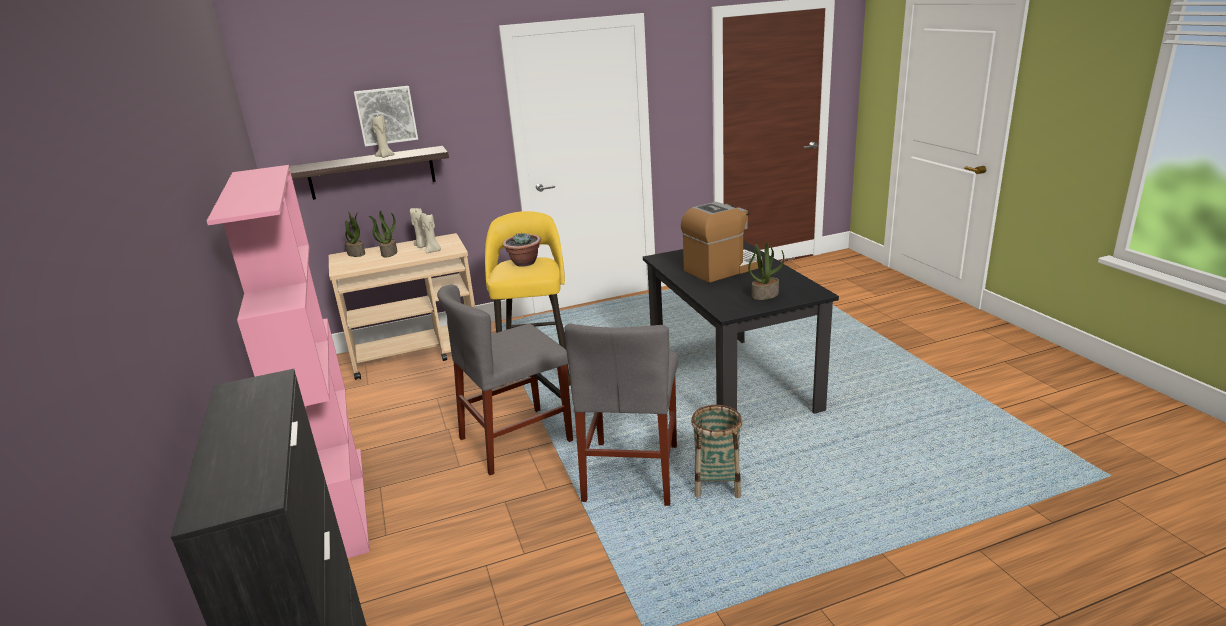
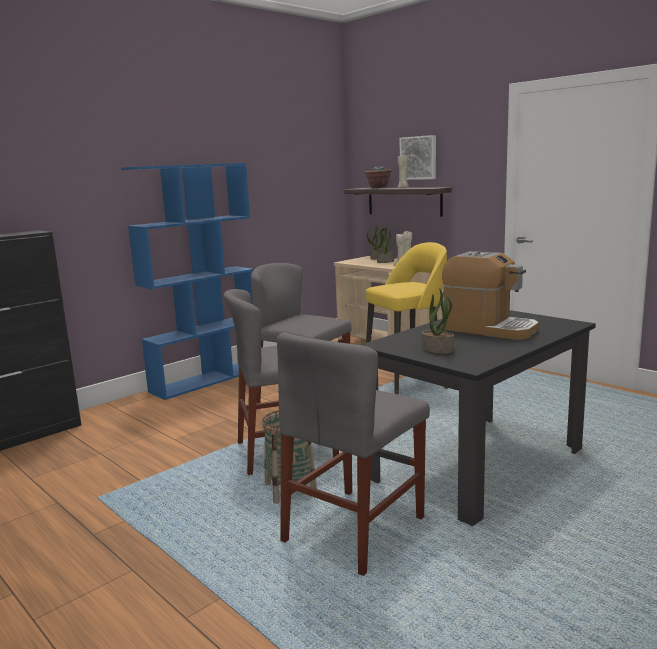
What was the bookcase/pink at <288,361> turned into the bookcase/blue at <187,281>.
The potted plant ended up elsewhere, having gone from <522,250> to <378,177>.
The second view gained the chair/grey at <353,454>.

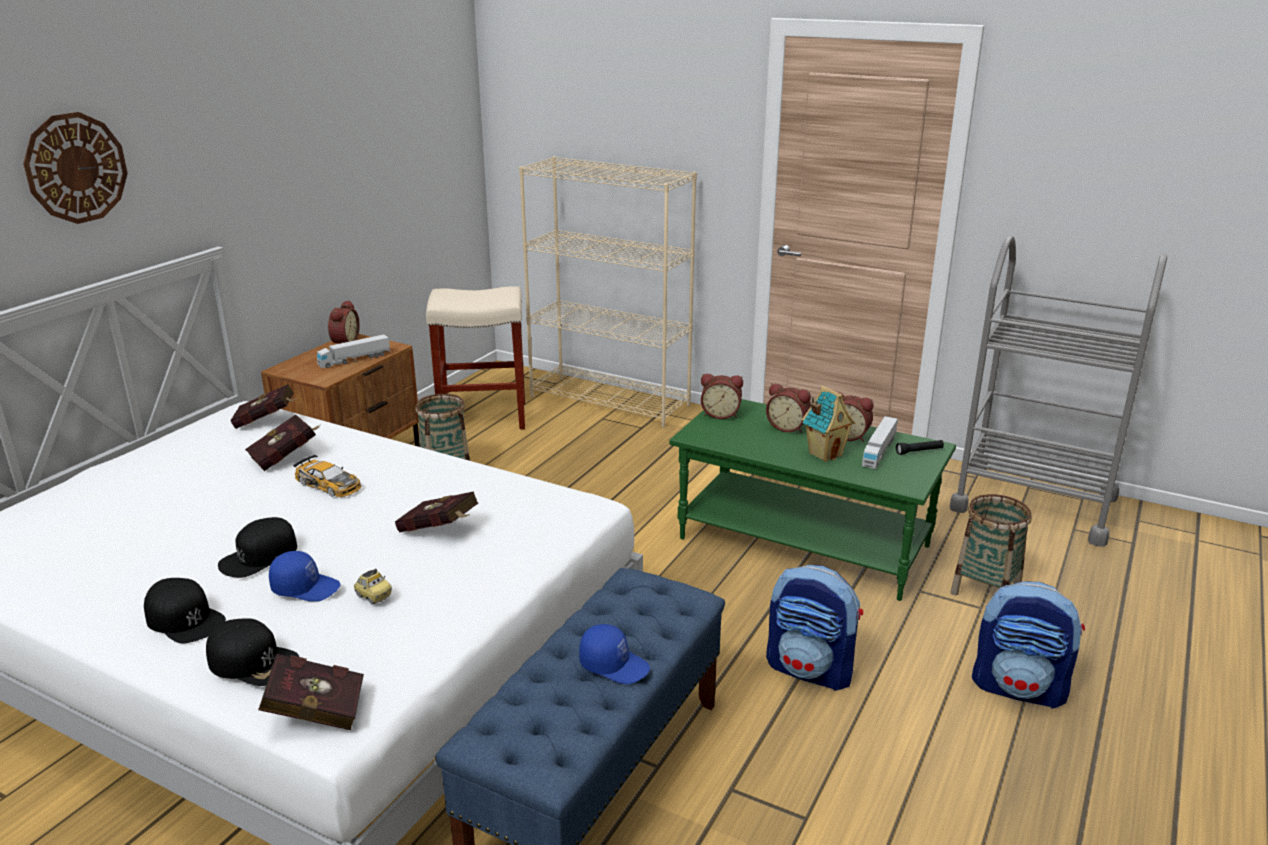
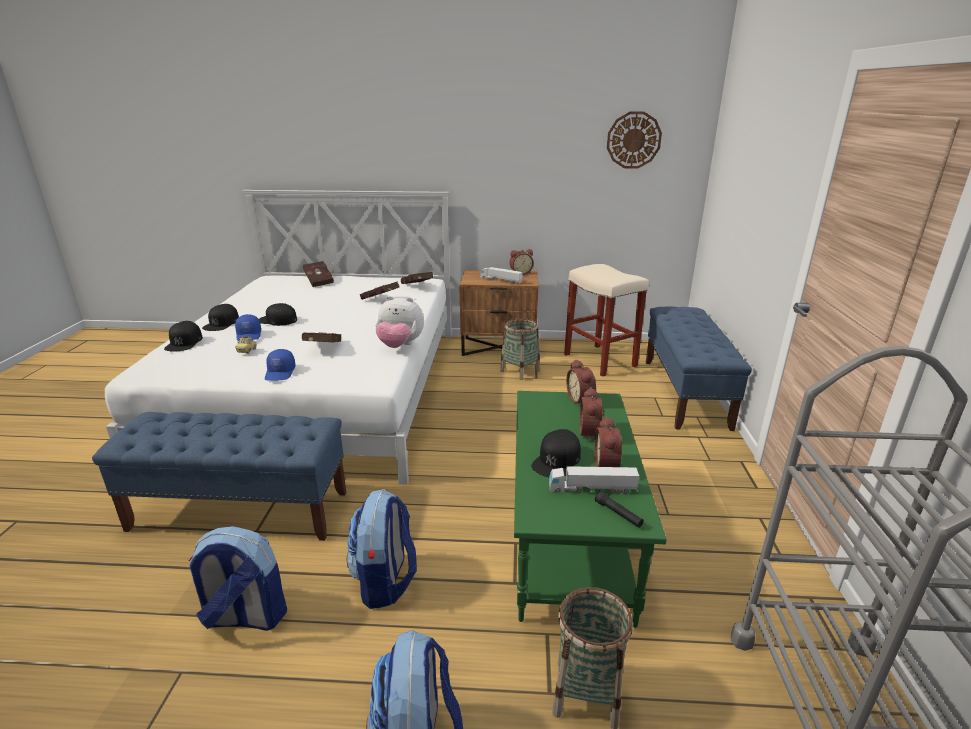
The wall clock ended up elsewhere, having gone from <75,168> to <634,140>.
Where the bookcase/beige stood at <608,292>, the bench/blue came to stand at <699,368>.
Where the toy house stood at <828,423>, the cap/black came to stand at <556,453>.
The second view lost the toy car at <327,476>.
The cap/blue ended up elsewhere, having gone from <614,654> to <280,365>.
The book/red ended up elsewhere, having gone from <307,692> to <318,274>.
The second view gained the plush toy at <400,322>.
The second view gained the backpack at <238,578>.

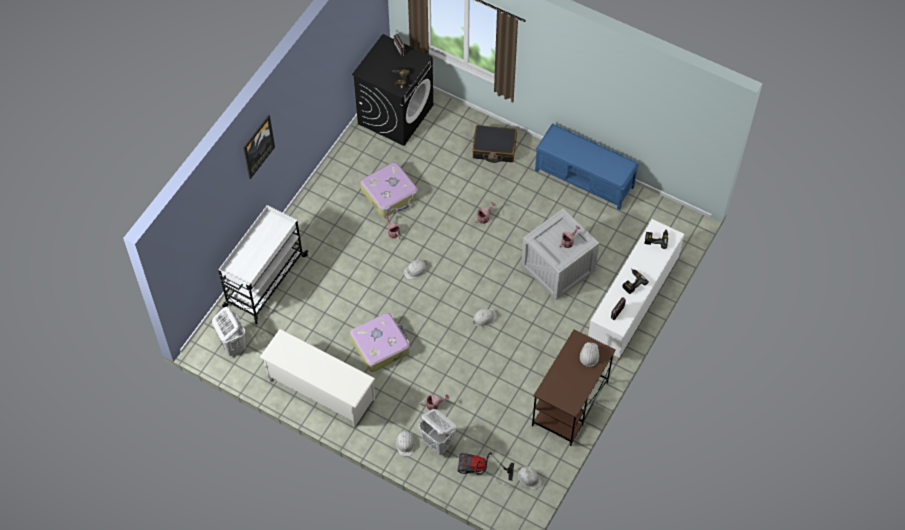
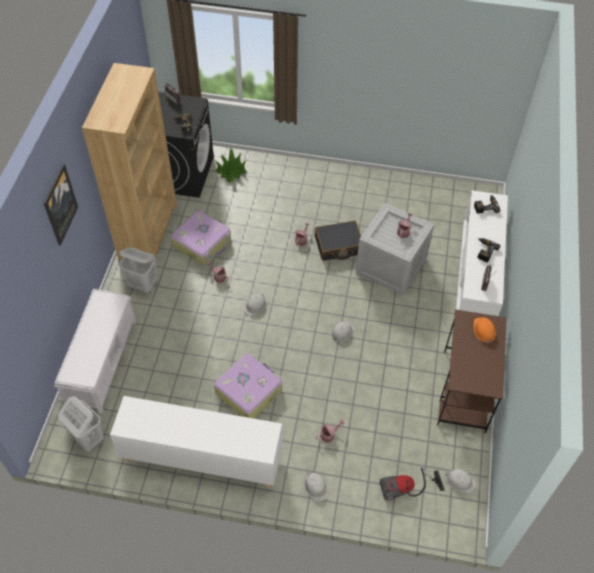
The second view lost the bench/blue at <587,166>.
The suitcase/black ended up elsewhere, having gone from <494,144> to <338,241>.
Where the cart/white stood at <263,264>, the bench/white came to stand at <95,351>.
Where the shoe rack/white stood at <317,378>, the cabinet/white came to stand at <196,442>.
What was the hard hat/white at <589,355> turned into the hard hat/orange at <485,330>.
The laundry basket/white ended up elsewhere, having gone from <437,432> to <138,270>.
The second view gained the bookcase/brown at <129,164>.
The second view gained the potted plant at <231,165>.

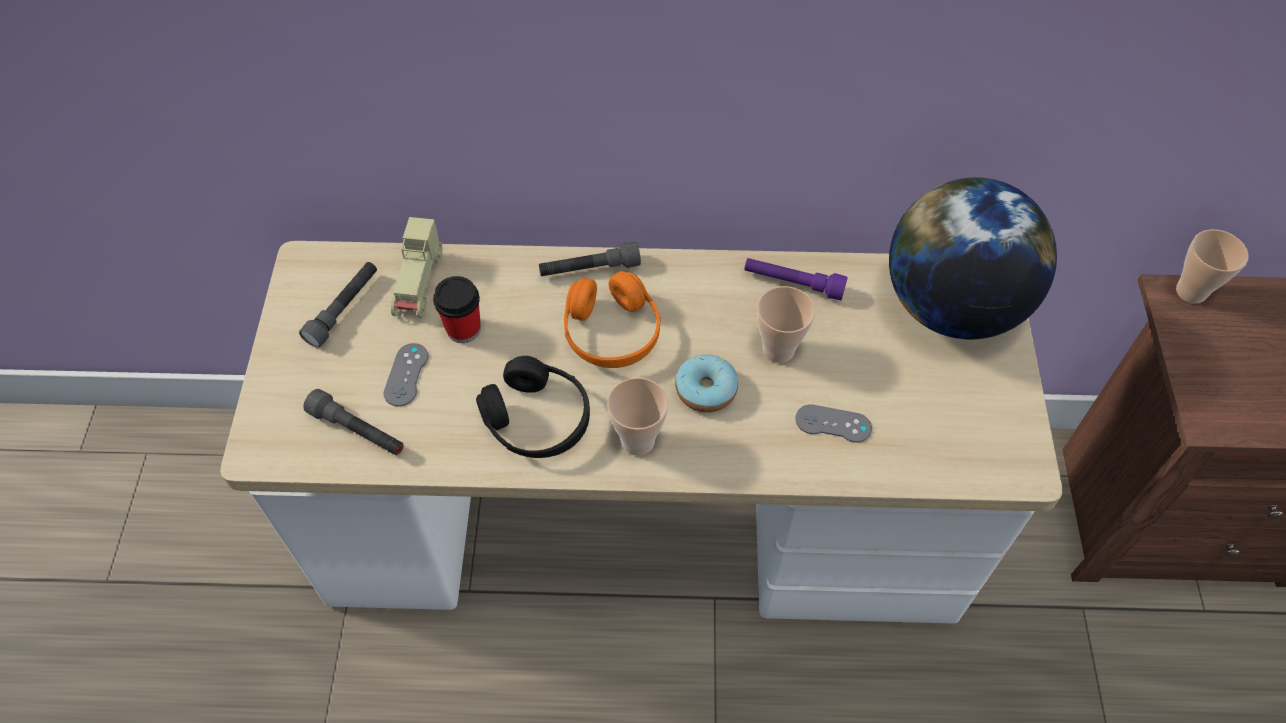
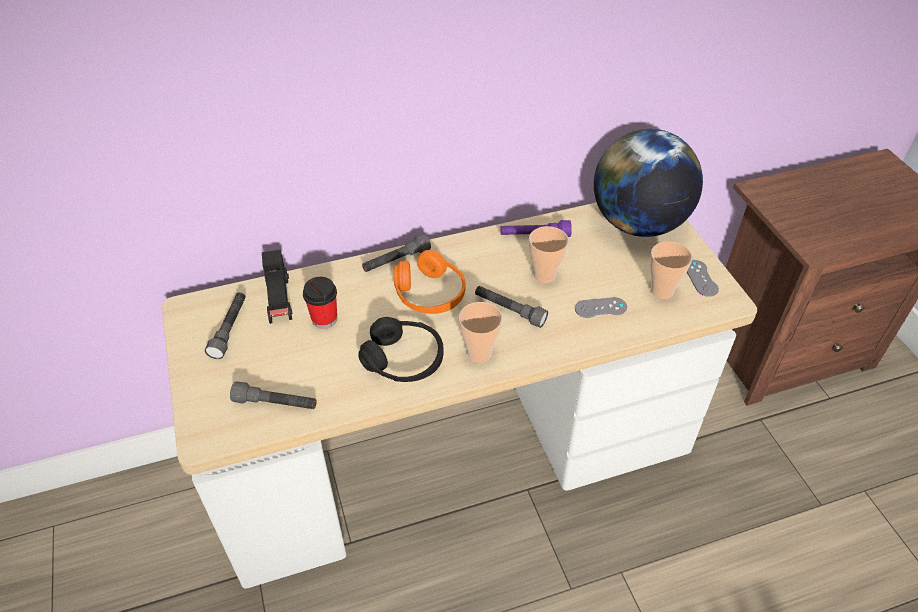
What was the toy car/beige at <416,267> turned into the toy car/black at <277,287>.
The cup ended up elsewhere, having gone from <1212,266> to <671,270>.
The game controller/grey ended up elsewhere, having gone from <405,374> to <703,278>.
Where the donut stood at <706,383>, the flashlight/grey came to stand at <511,307>.

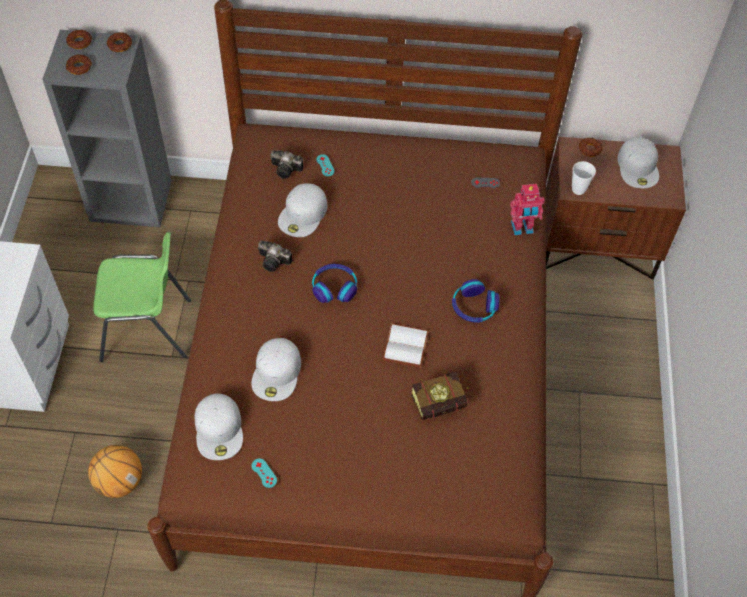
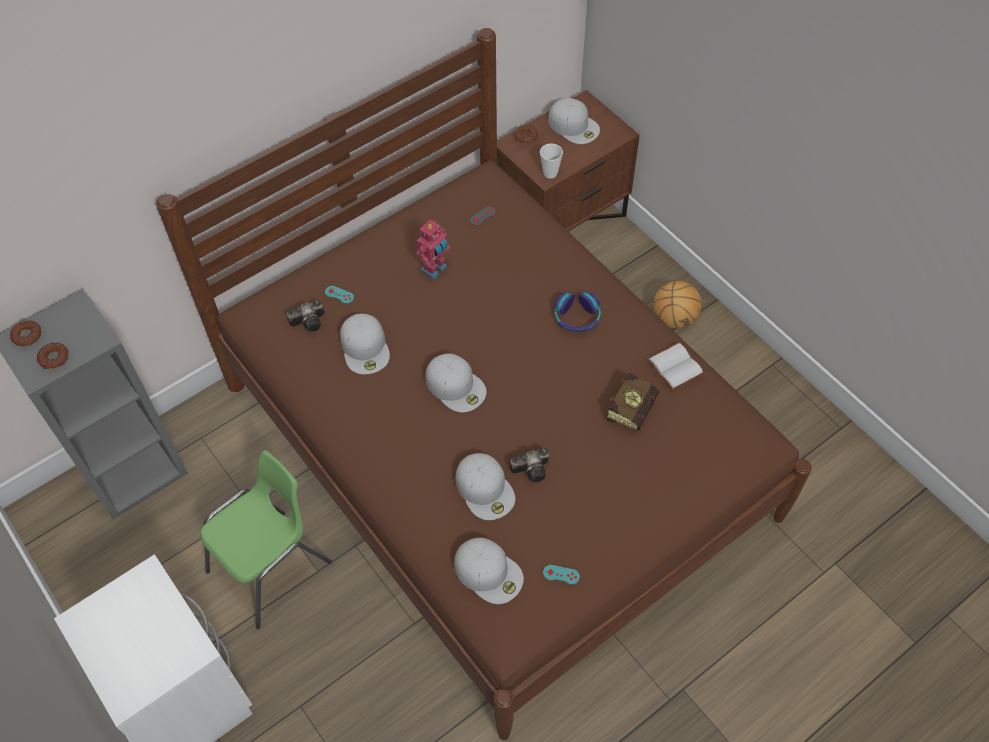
The second view lost the donut at <119,42>.
The toy robot ended up elsewhere, having gone from <527,209> to <433,249>.
The photo camera ended up elsewhere, having gone from <275,256> to <530,465>.
Where the headphones stood at <334,283>, the cap/white came to stand at <456,382>.
The book/white ended up elsewhere, having gone from <406,345> to <676,366>.
The basketball ended up elsewhere, having gone from <115,471> to <677,304>.

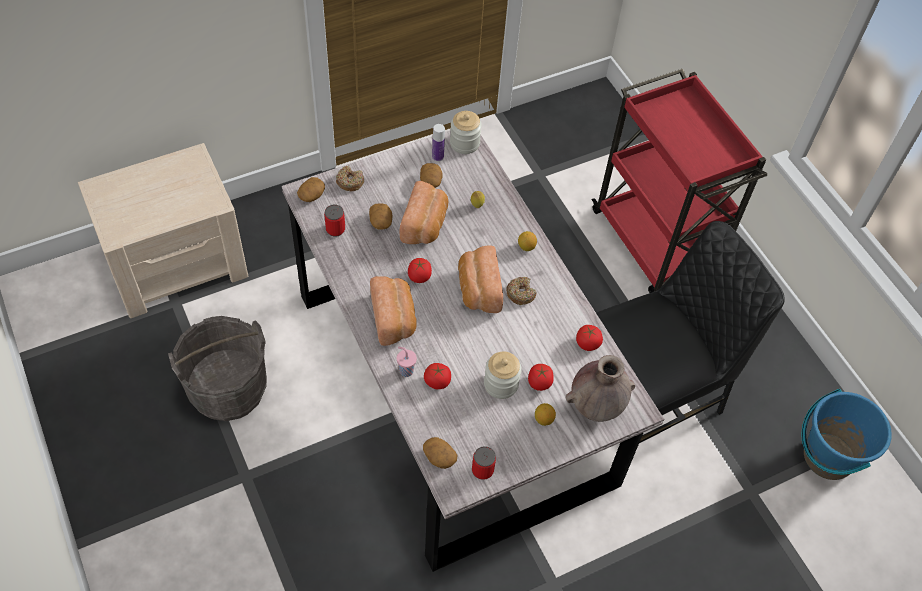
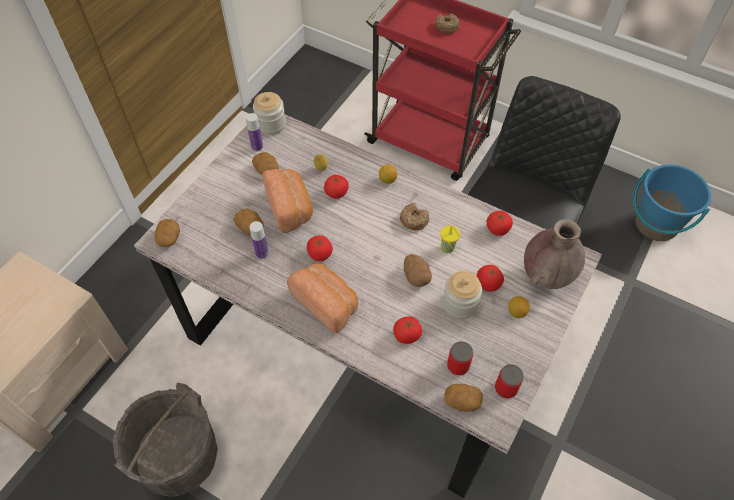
The donut ended up elsewhere, having gone from <350,178> to <447,23>.
The can ended up elsewhere, having gone from <334,220> to <460,358>.
The second view lost the bread at <480,279>.
The second view lost the cup/pink at <407,362>.
The second view gained the tomato at <336,186>.
The second view gained the bottle at <259,240>.
The second view gained the cup/yellow at <450,239>.
The second view gained the potato at <418,270>.

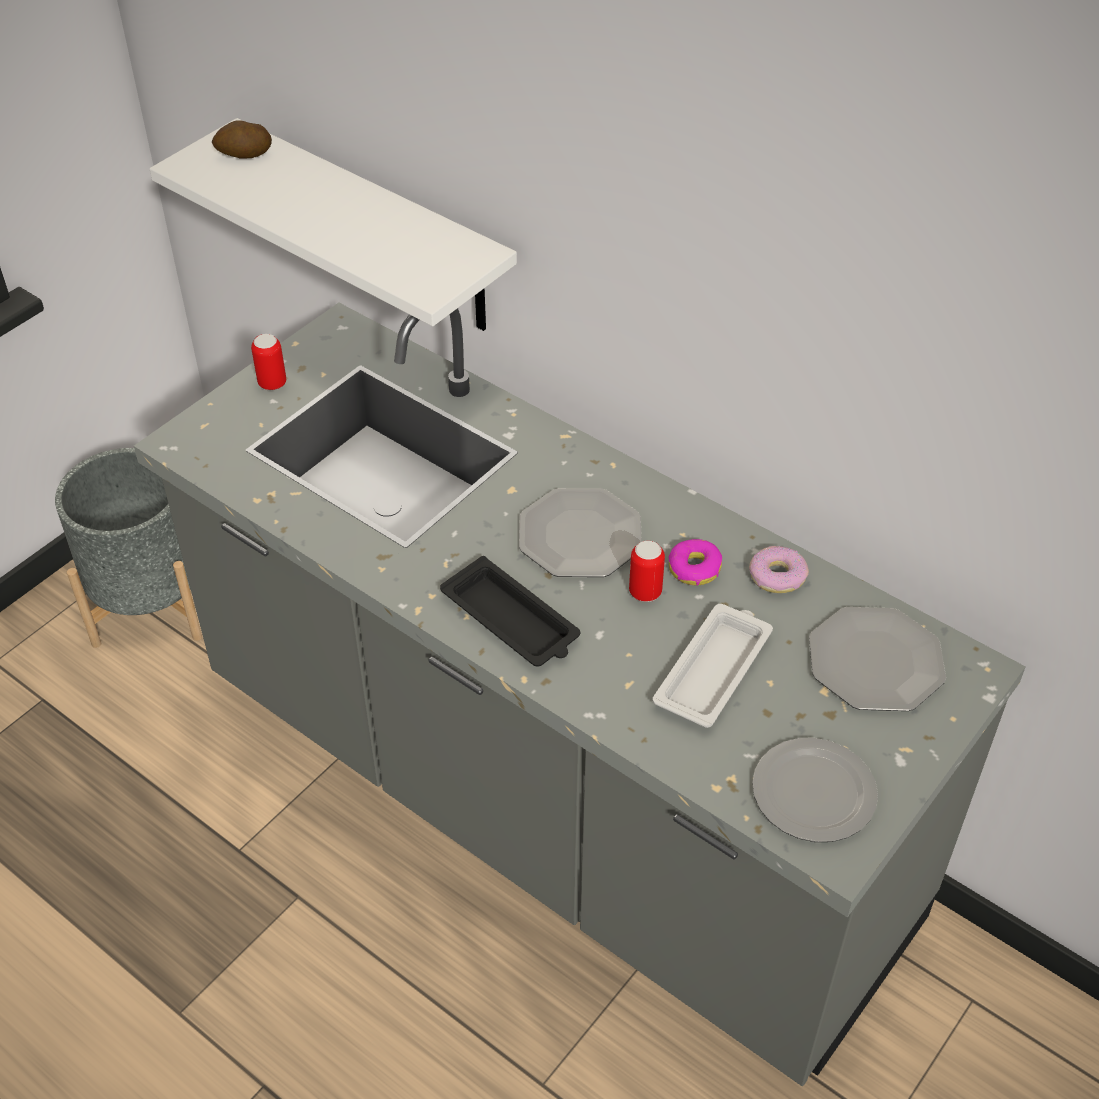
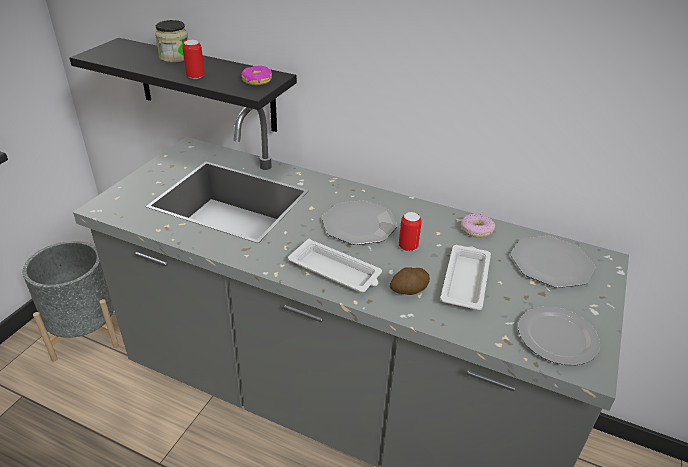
What was the shelf/white at <333,224> turned into the shelf/black at <183,85>.
The potato ended up elsewhere, having gone from <242,139> to <410,281>.
The can ended up elsewhere, having gone from <268,362> to <193,59>.
The donut ended up elsewhere, having gone from <695,562> to <257,75>.
What was the tray/black at <510,611> turned into the tray/white at <335,265>.
The second view gained the jar at <171,41>.

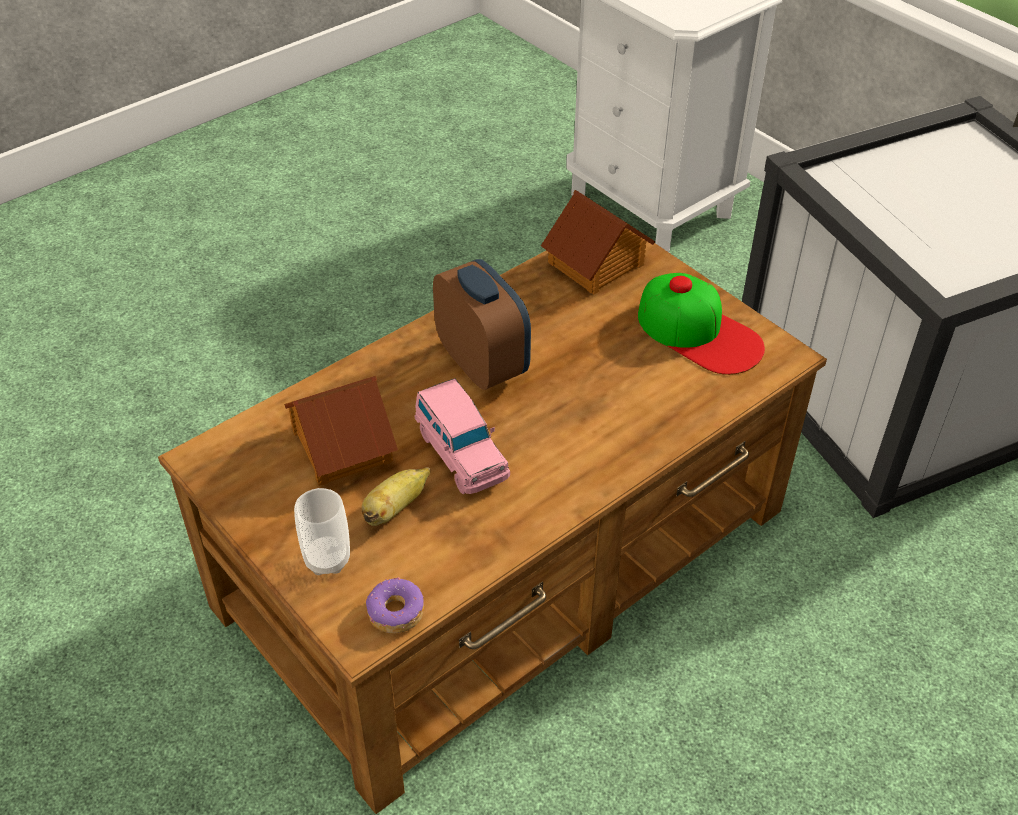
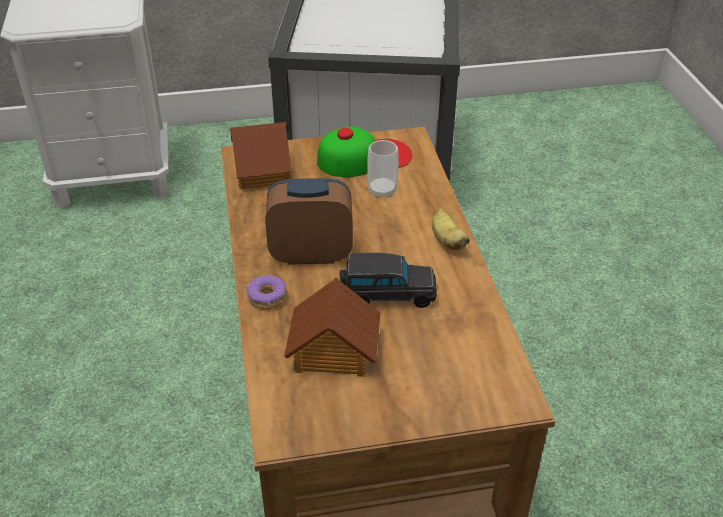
What was the toy car/pink at <462,436> turned into the toy car/black at <388,280>.
The banana ended up elsewhere, having gone from <395,496> to <451,229>.
The cup ended up elsewhere, having gone from <322,531> to <383,169>.
The donut ended up elsewhere, having gone from <395,605> to <266,292>.

